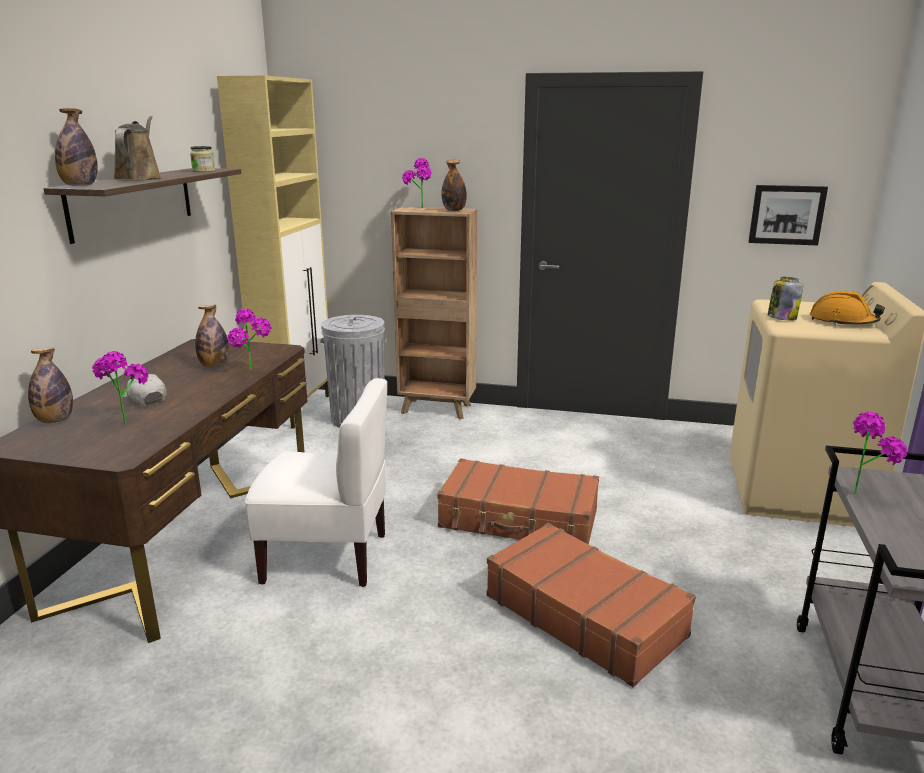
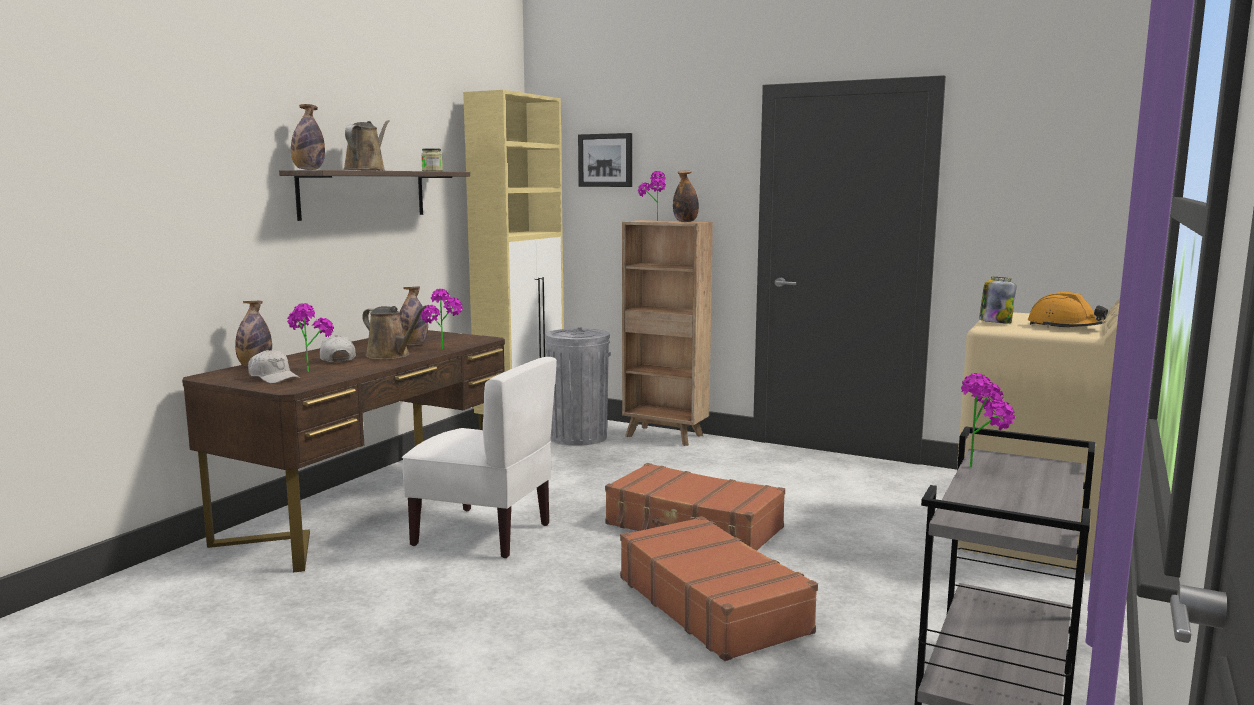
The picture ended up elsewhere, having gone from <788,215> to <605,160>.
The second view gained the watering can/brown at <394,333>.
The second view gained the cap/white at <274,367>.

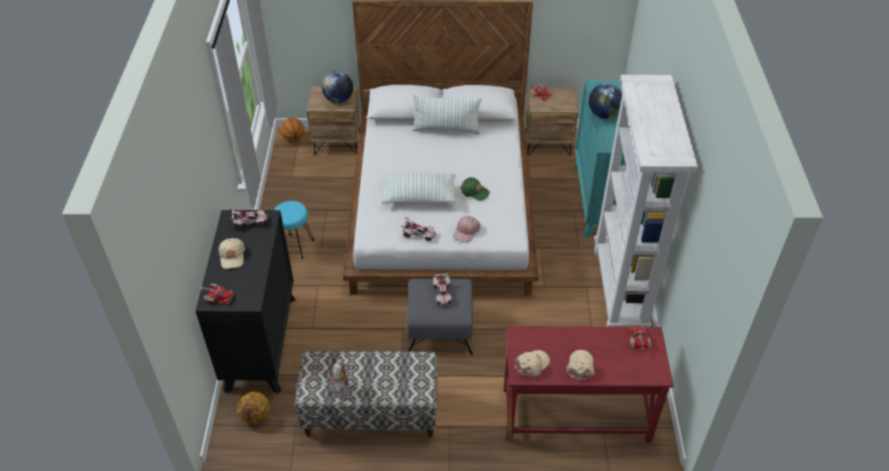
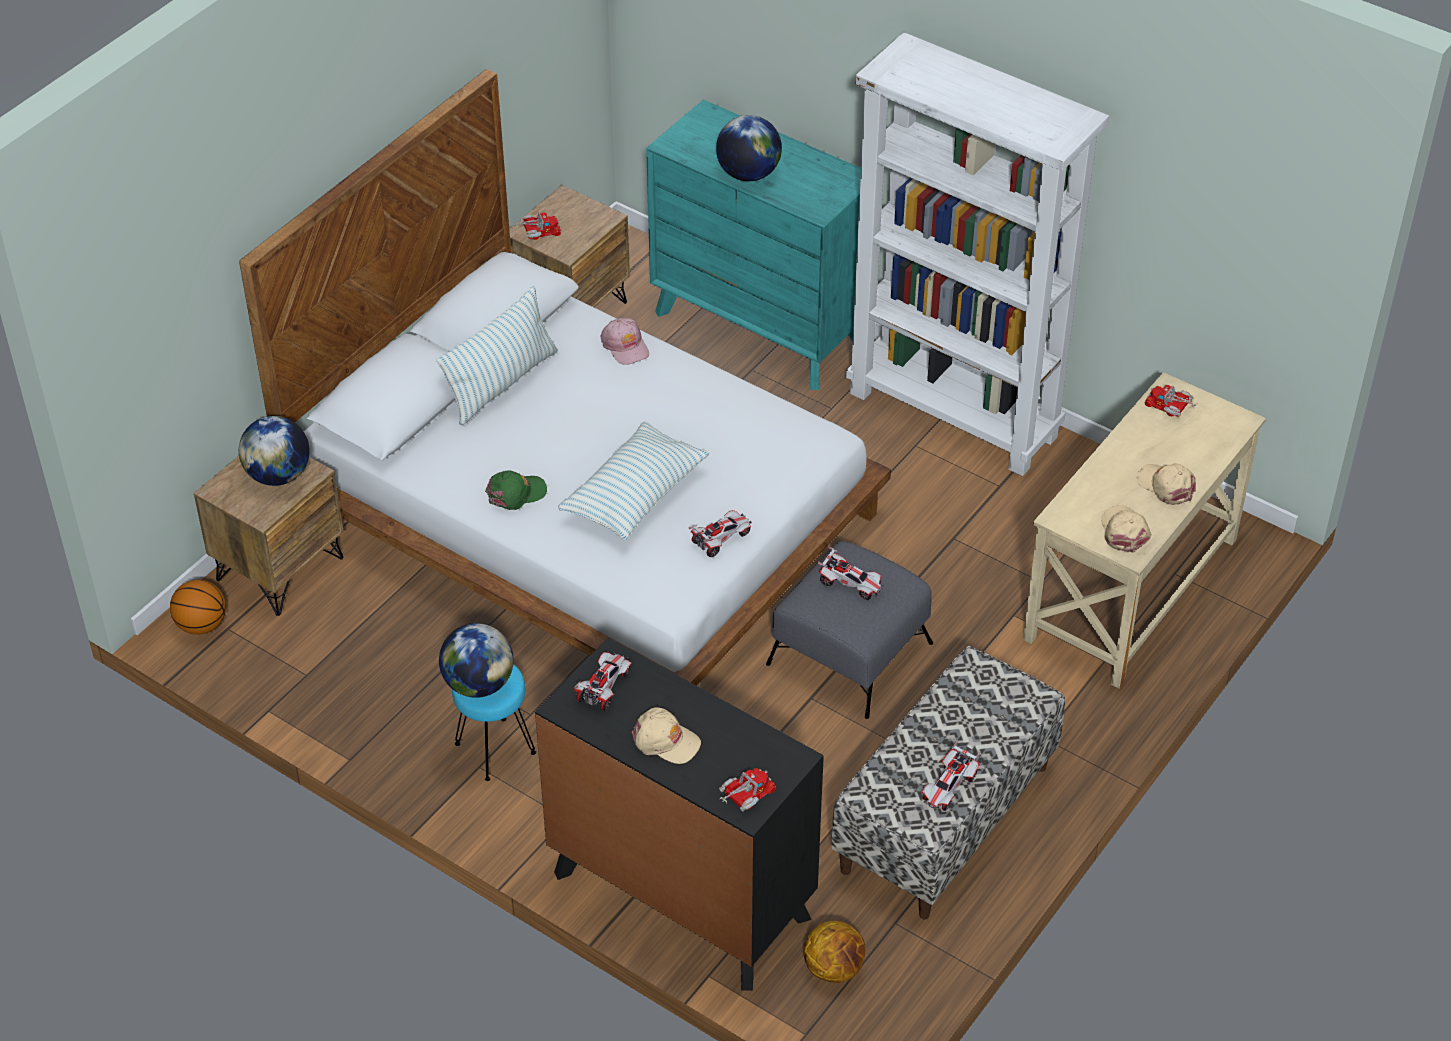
The cap/green ended up elsewhere, having gone from <475,189> to <516,490>.
The cap/pink ended up elsewhere, having gone from <466,229> to <625,341>.
What was the desk/red at <589,384> turned into the desk/beige at <1144,530>.
Where the plush toy stood at <339,379>, the toy car came to stand at <951,775>.
The second view gained the globe at <476,660>.

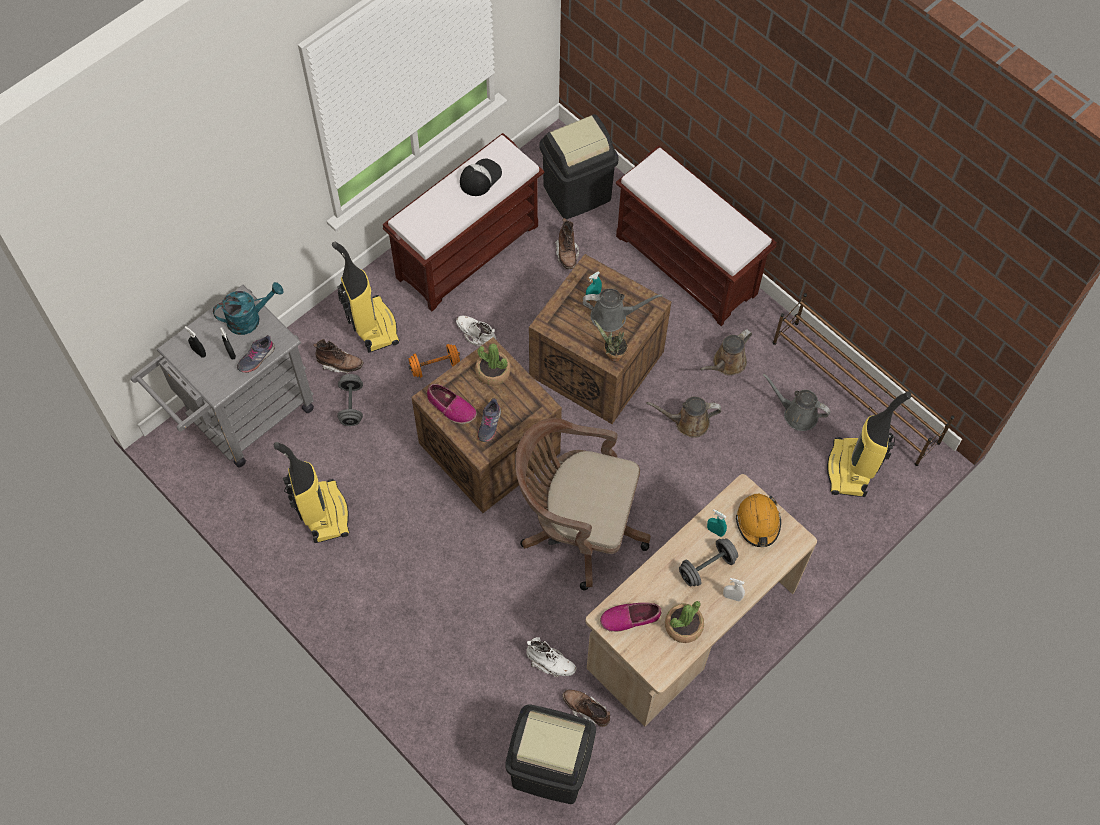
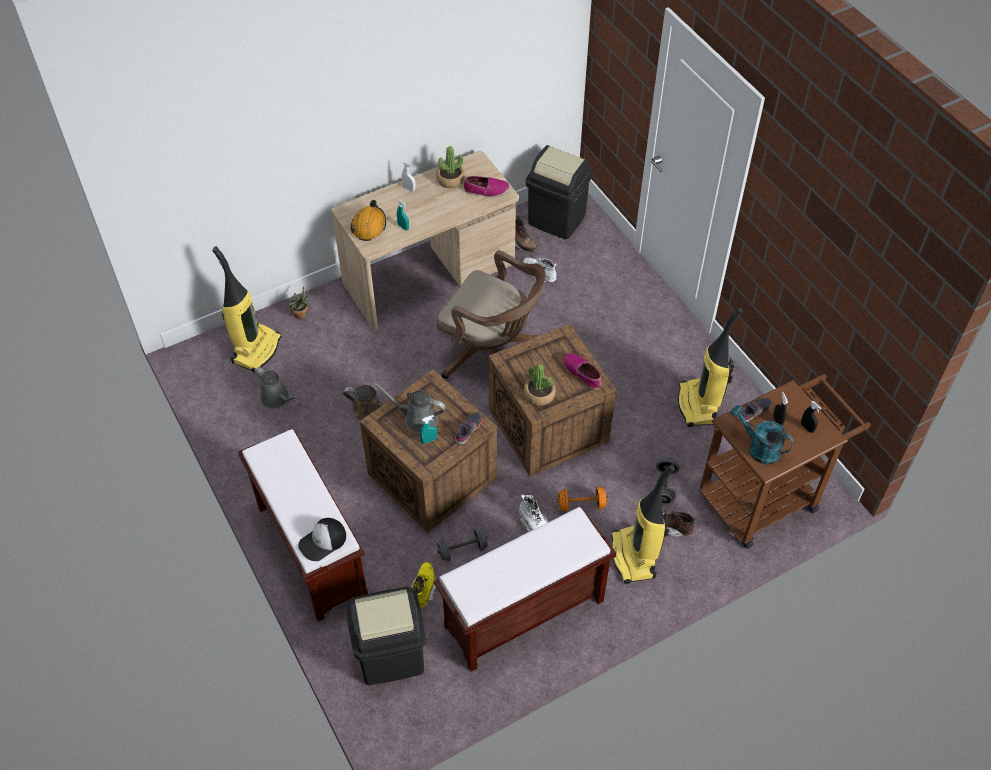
The cap ended up elsewhere, having gone from <481,177> to <322,539>.
What was the boot/brown at <567,243> turned into the boot/yellow at <424,584>.
The watering can/turquoise at <248,308> ended up facing another way, 45 degrees clockwise from before.
What was the cart/grey at <222,376> turned into the cart/brown at <785,461>.
The second view lost the shoe rack/brown at <864,379>.
The potted plant ended up elsewhere, having gone from <611,340> to <299,302>.
The second view lost the watering can/brown at <726,352>.
The shoe/grey ended up elsewhere, having gone from <489,420> to <468,428>.
The dumbbell/grey ended up elsewhere, having gone from <708,562> to <462,544>.

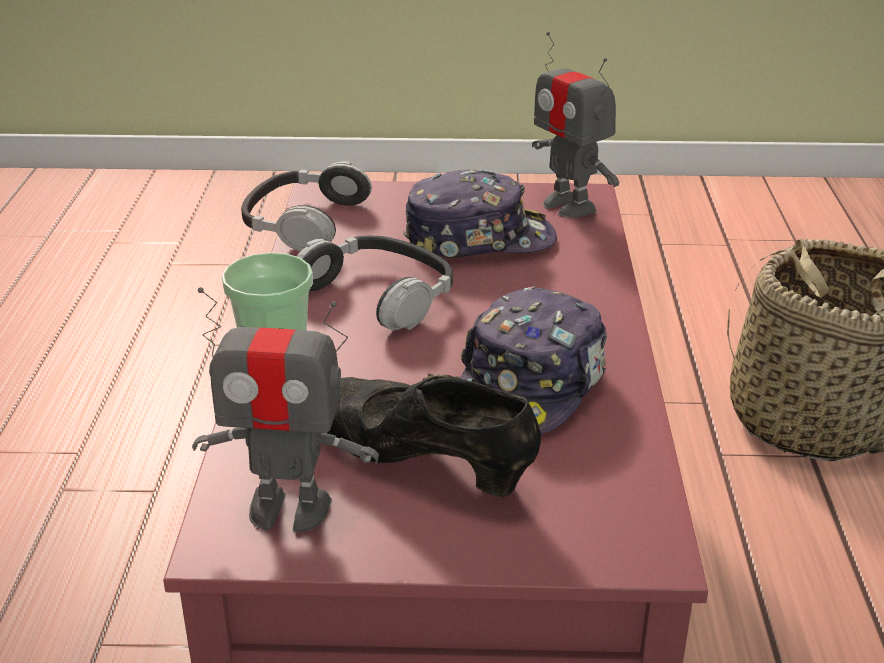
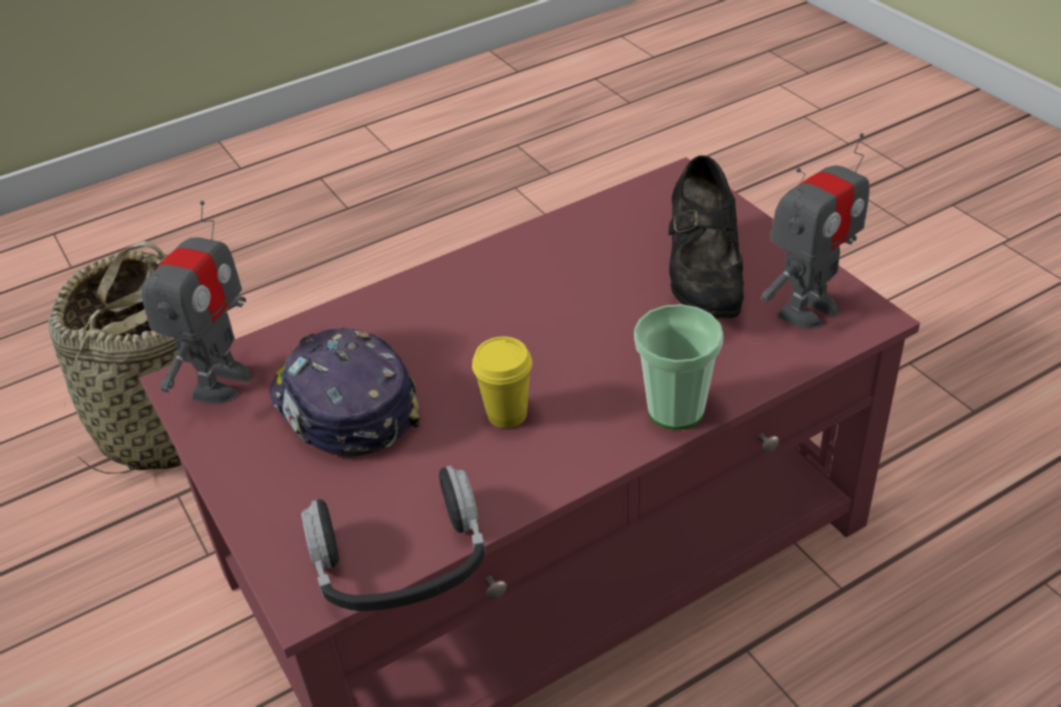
Where the headphones stood at <375,283>, the cup/yellow came to stand at <502,382>.
The second view lost the cap at <533,360>.
The toy robot at <285,410> ended up facing another way, 75 degrees clockwise from before.

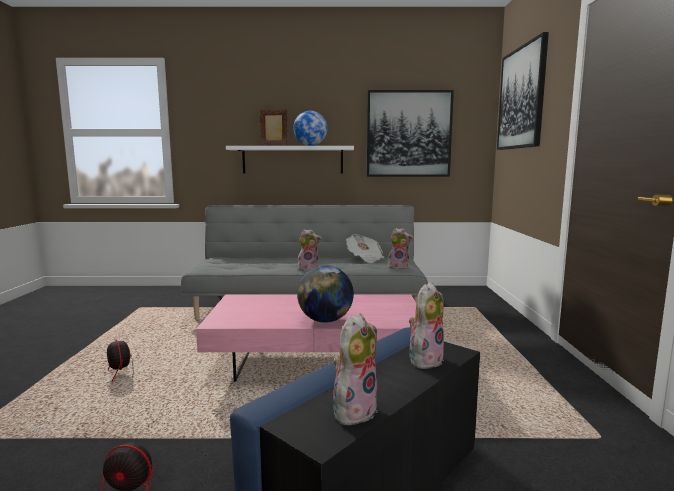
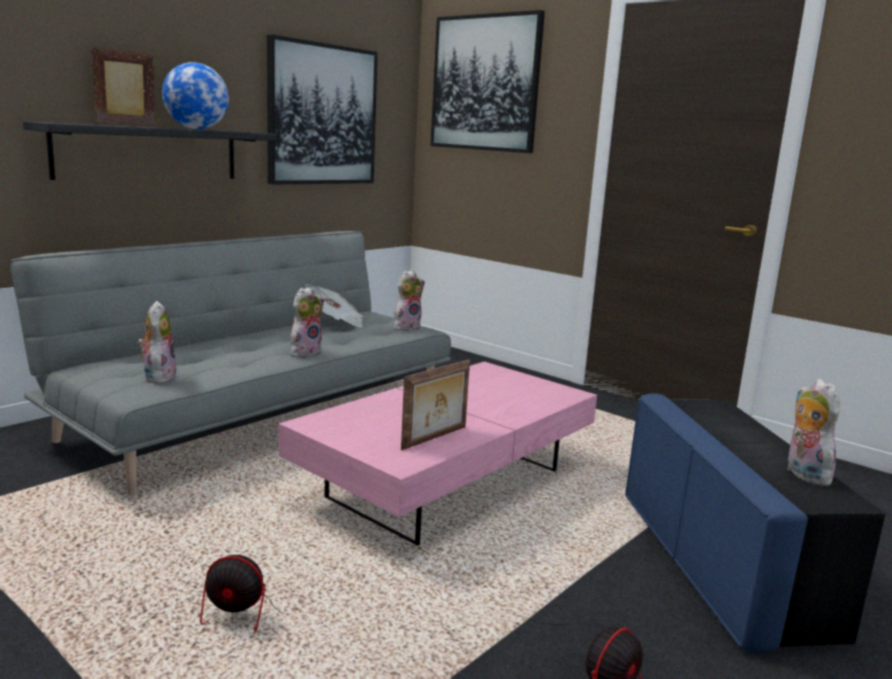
What was the shelf/white at <290,159> turned into the shelf/black at <150,150>.
The second view lost the globe at <325,294>.
The plush toy ended up elsewhere, having gone from <426,326> to <157,342>.
The second view gained the picture frame at <435,404>.

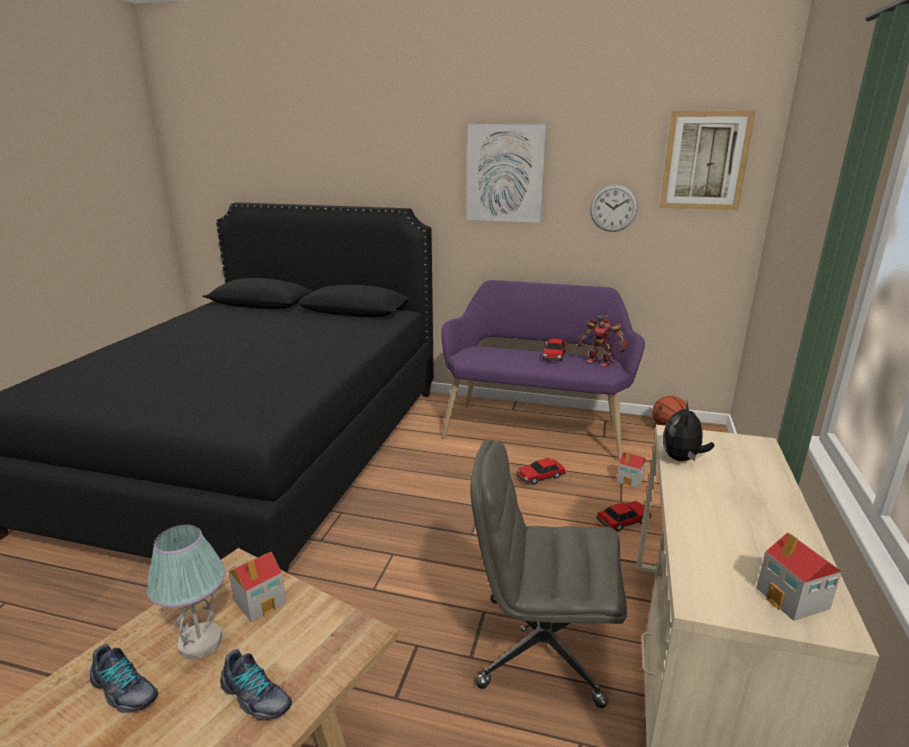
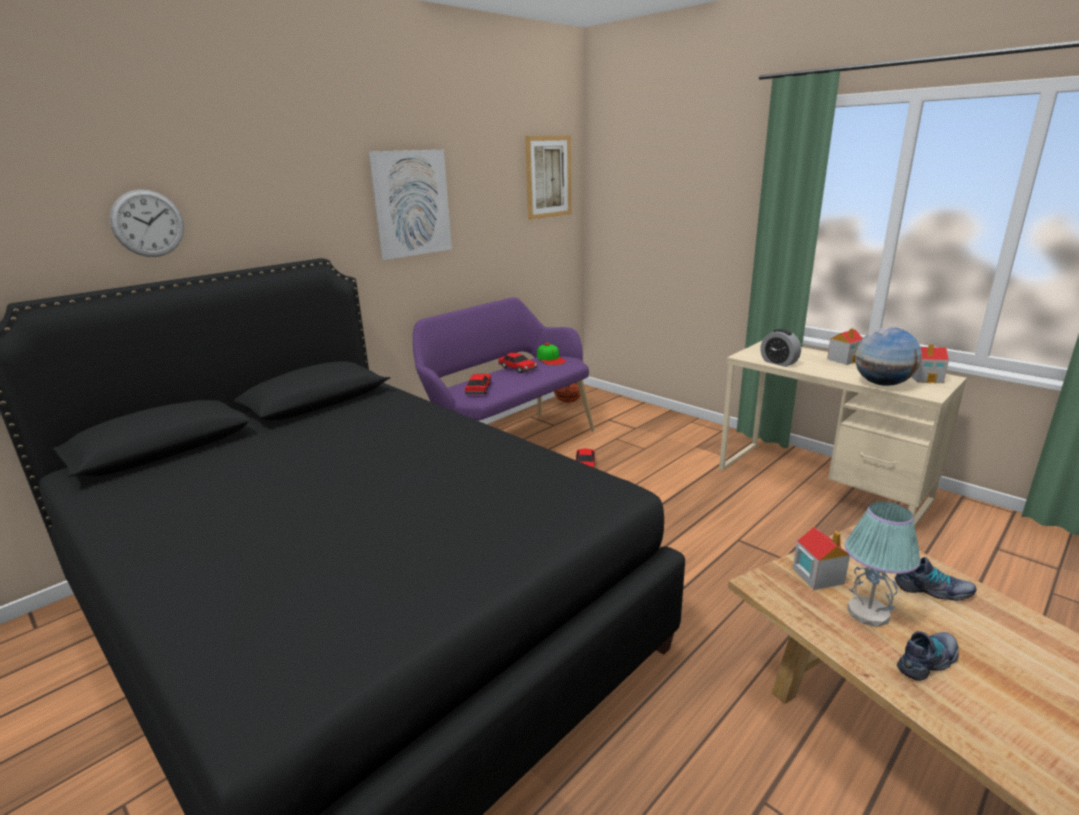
The wall clock ended up elsewhere, having gone from <614,208> to <147,223>.
Where the toy robot stood at <602,341>, the cap came to stand at <551,354>.
Where the plush toy stood at <688,431>, the alarm clock came to stand at <781,348>.
The second view lost the office chair/grey at <549,574>.
The toy house ended up elsewhere, having gone from <631,470> to <845,346>.
The toy car ended up elsewhere, having gone from <623,516> to <478,384>.
The shoe at <256,684> ended up facing another way, 45 degrees clockwise from before.
The second view gained the globe at <888,356>.

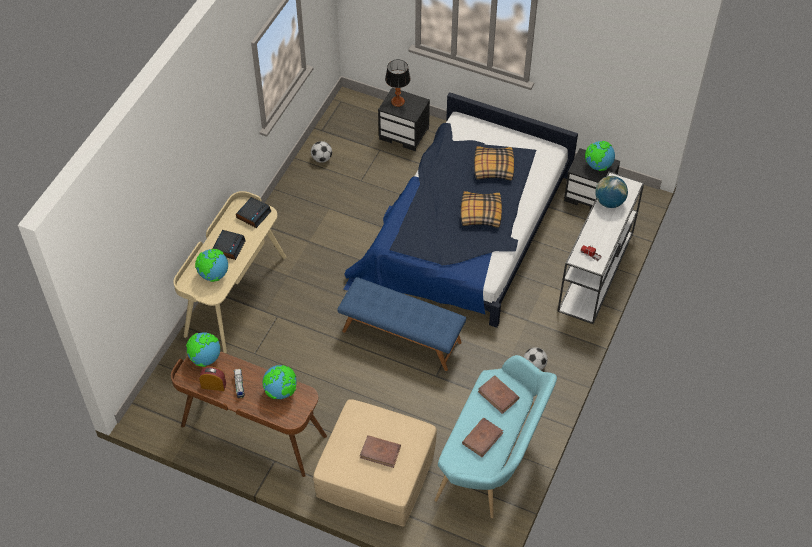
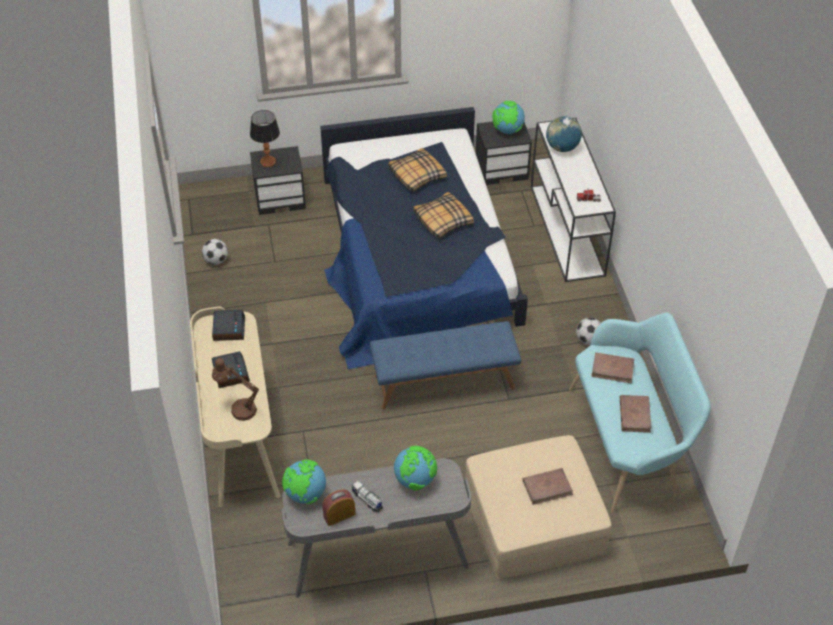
Where the globe stood at <211,265>, the table lamp/brown came to stand at <235,389>.
What was the desk/brown at <249,414> turned into the desk/grey at <376,528>.

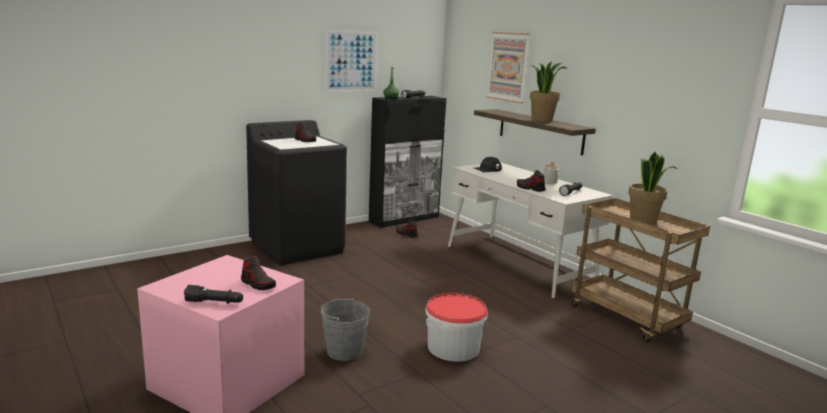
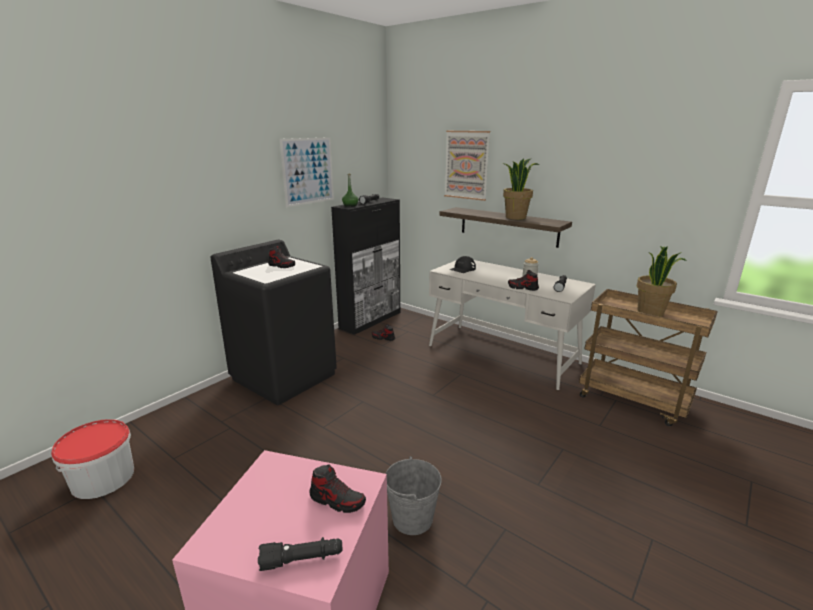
The bucket ended up elsewhere, having gone from <457,327> to <92,459>.

